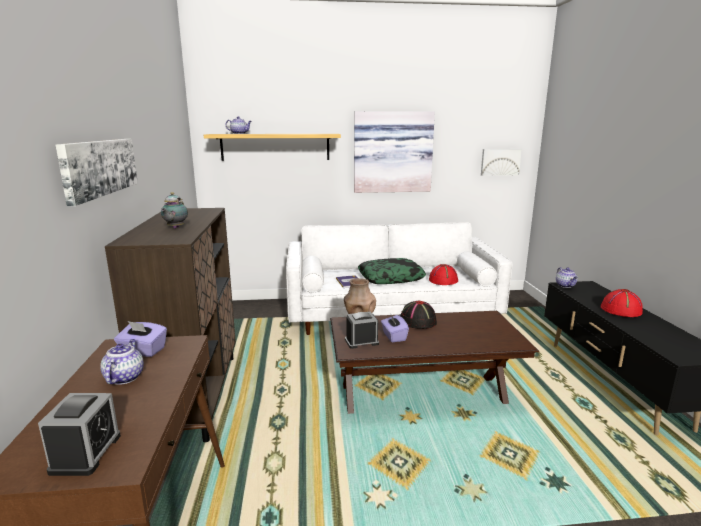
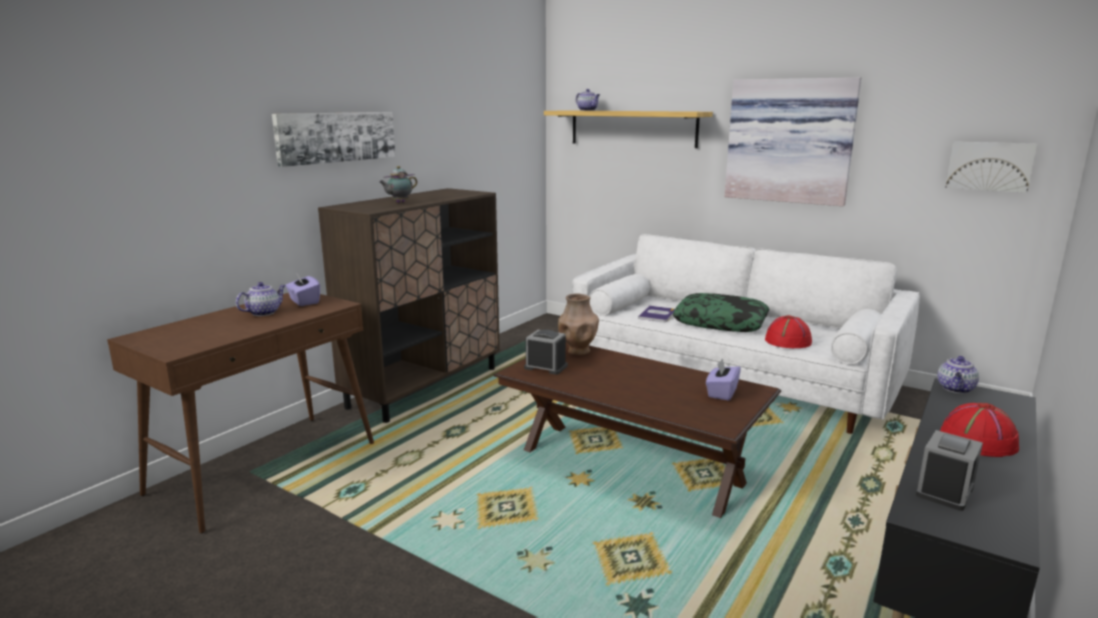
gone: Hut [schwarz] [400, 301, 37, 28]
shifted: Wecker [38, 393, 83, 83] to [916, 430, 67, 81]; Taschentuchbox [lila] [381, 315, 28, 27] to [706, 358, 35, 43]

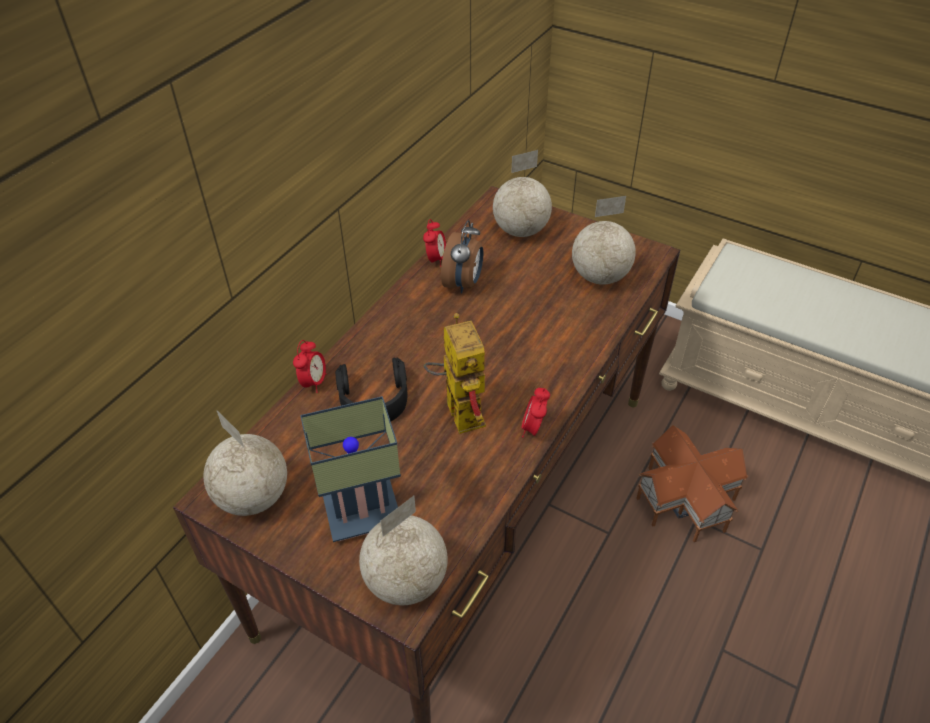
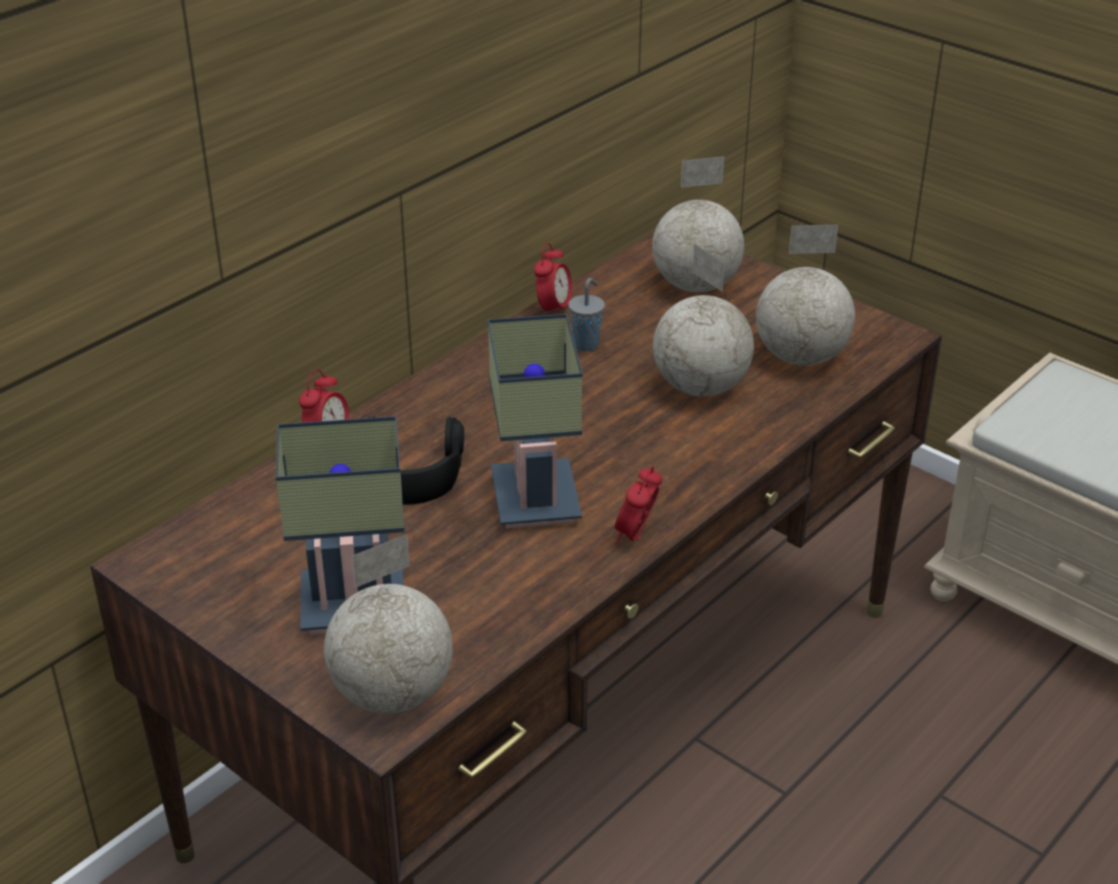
gone: Spielzeughaus [636, 425, 113, 117]
shifted: Globus [204, 411, 83, 105] to [653, 244, 101, 153]
swapped: Spielzeugroboter [424, 313, 62, 121] to Tischlampe [488, 314, 95, 215]; Wecker [441, 220, 42, 73] to Tasse [grau] [568, 278, 37, 73]

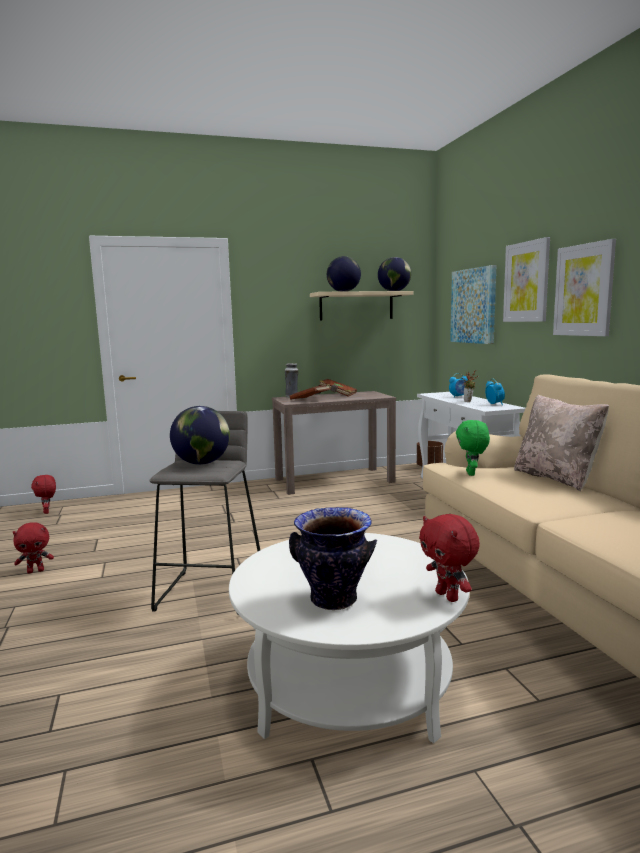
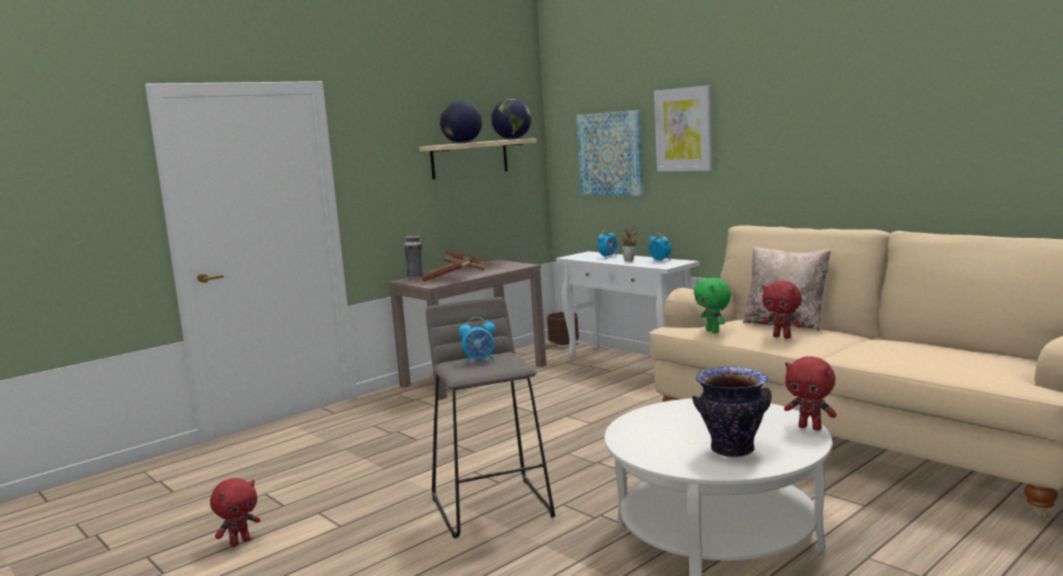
gone: Bild [553, 239, 63, 97]
shifted: Plüschtier [rot] [31, 475, 25, 39] to [762, 281, 40, 57]
swapped: Globus [170, 406, 60, 59] to Wecker [459, 317, 37, 47]

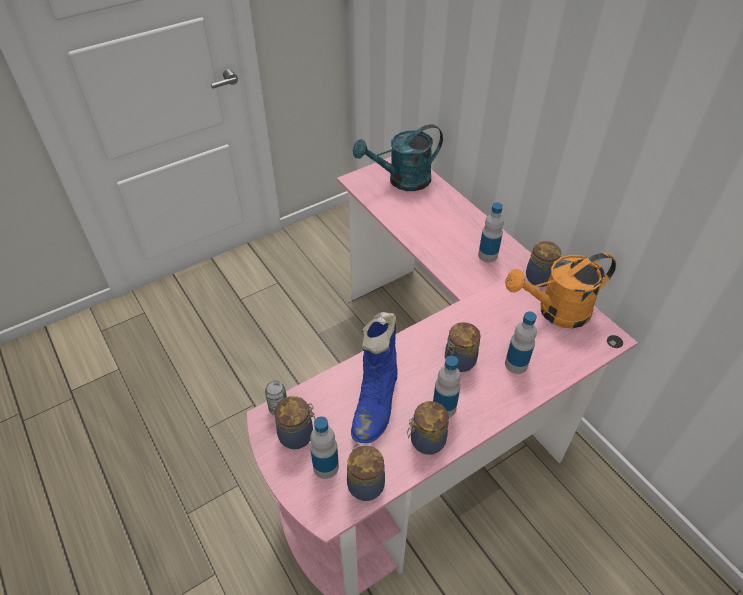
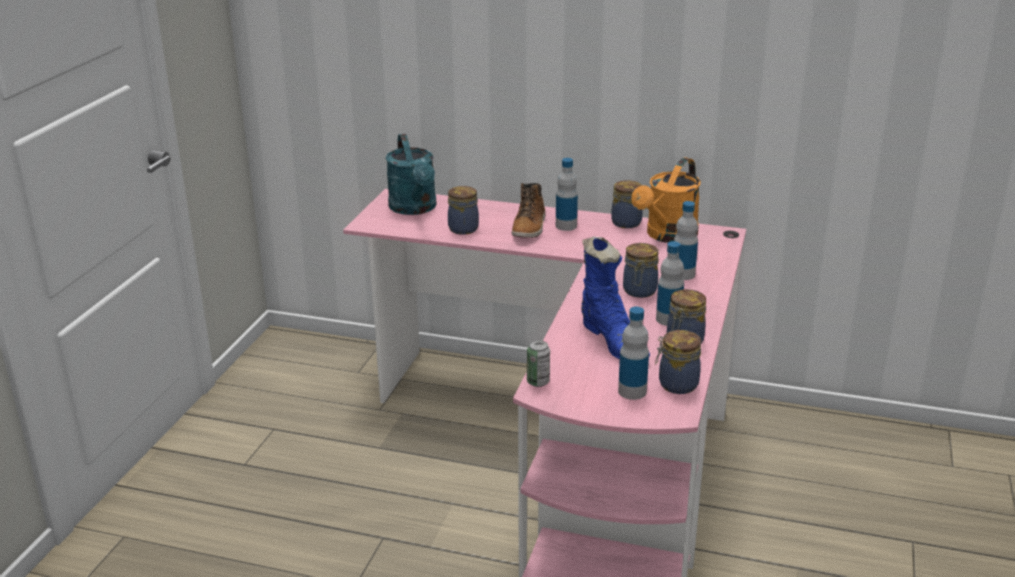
new: Stiefel [512, 183, 34, 55]
shifted: Vorratsglas [274, 396, 41, 53] to [448, 186, 31, 49]
rotated: Gießkanne [türkis] [353, 124, 90, 67] = [386, 134, 50, 81] 45 degrees counterclockwise

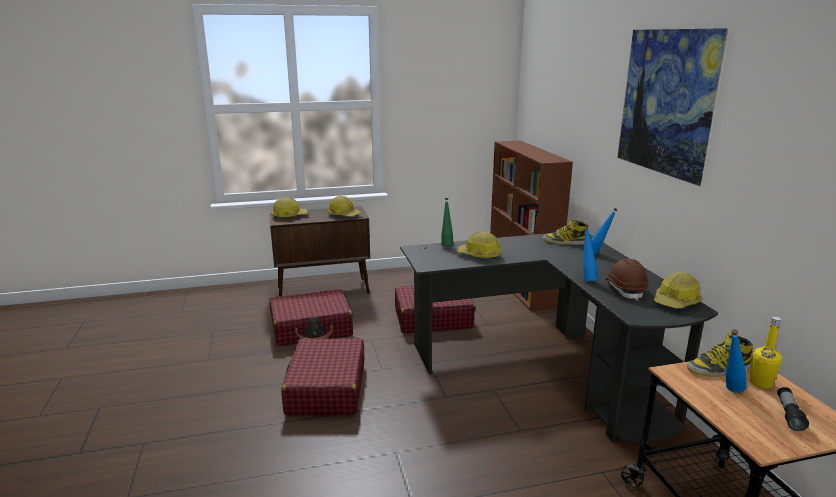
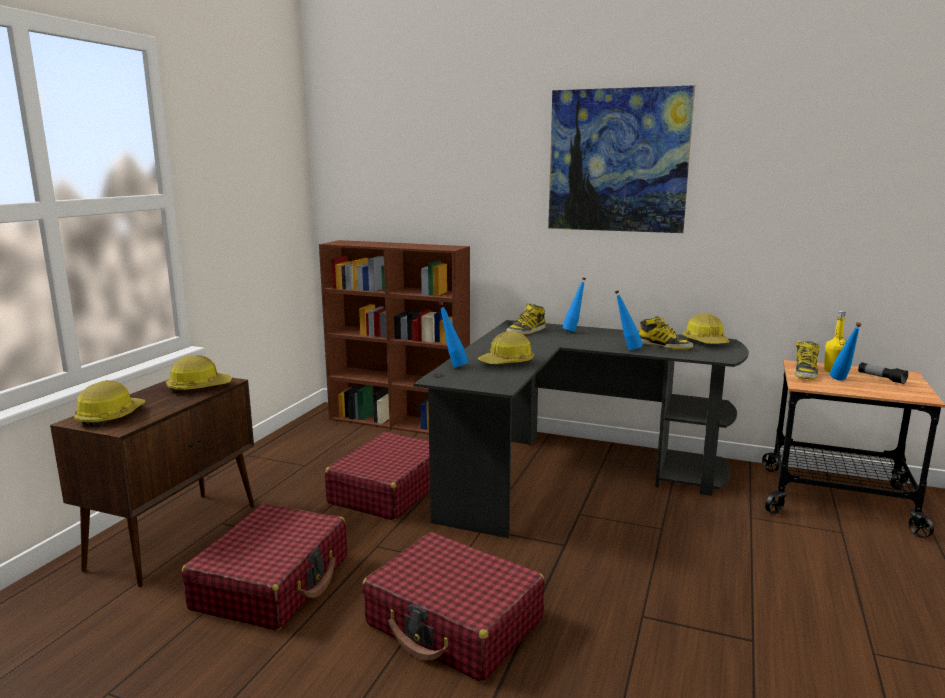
swapped: Schutzhelm [braun] [606, 259, 43, 42] to Stiefel [639, 316, 54, 34]
repainted: Flasche [grün] [441, 198, 12, 48] to Flasche [blau] [438, 302, 31, 65]

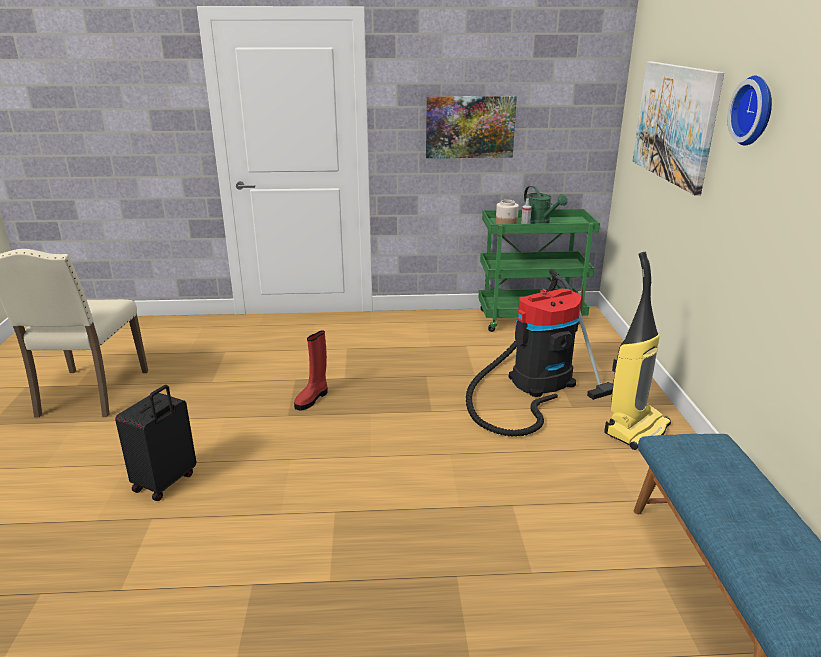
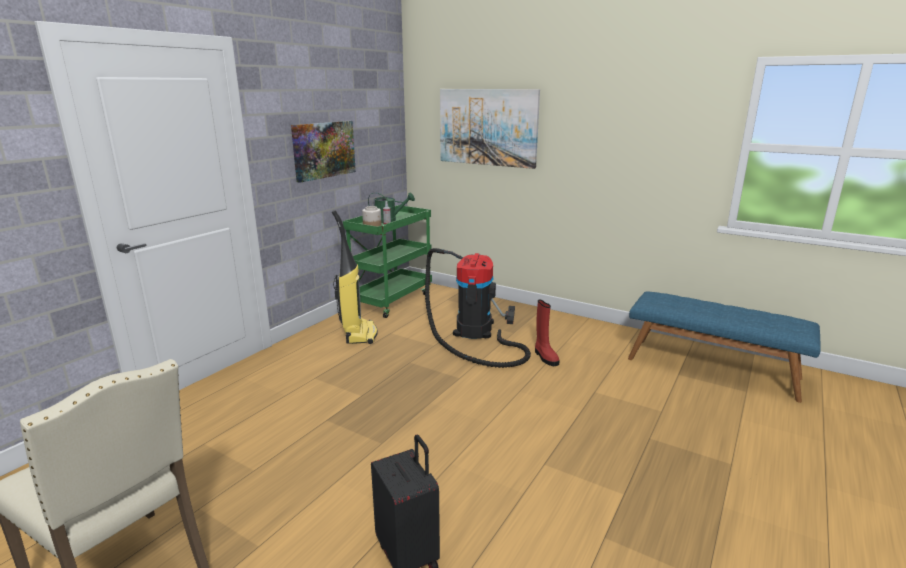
gone: Wanduhr [728, 76, 44, 70]
shifted: Stiefel [rot] [294, 330, 34, 81] to [535, 300, 25, 66]; Staubsauger [604, 252, 67, 198] to [332, 210, 46, 134]

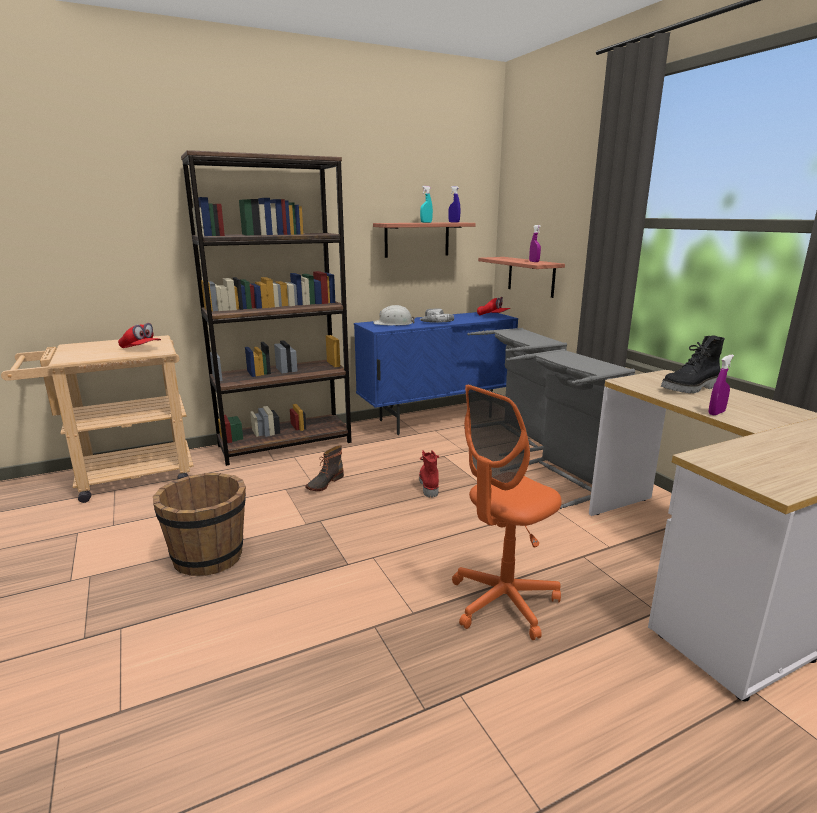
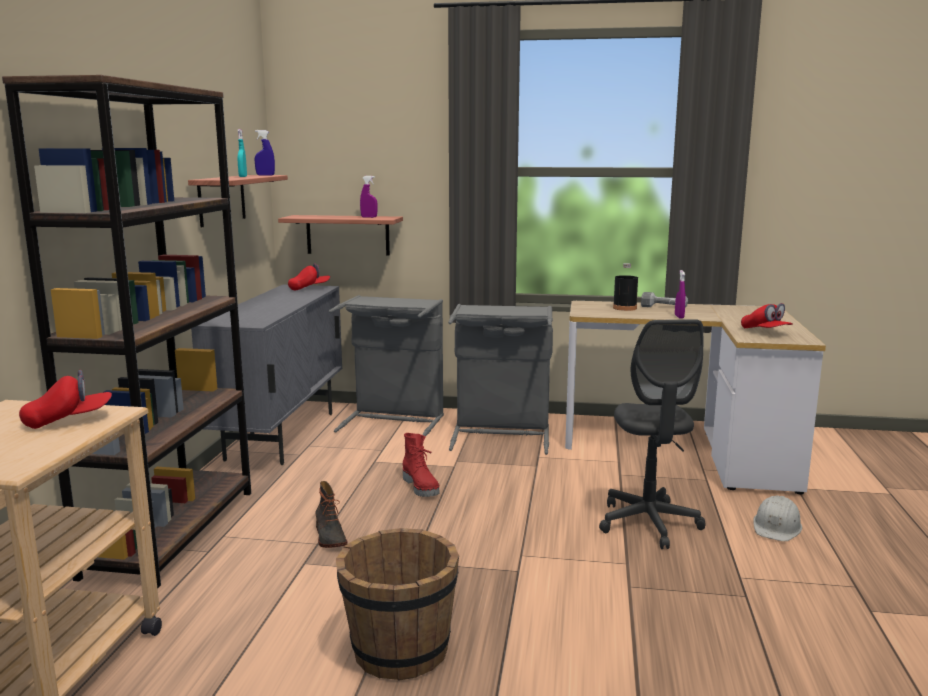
new: Kappe [rot] [741, 303, 52, 25]
shifted: Schutzhelm [weiß] [373, 305, 42, 21] to [753, 495, 49, 46]; Bohrmaschine [420, 308, 34, 15] to [641, 292, 47, 15]
swapped: Stiefel [schwarz] [661, 335, 64, 58] to Flasche [schwarz] [613, 263, 25, 48]
repainted: Schrank [blau] [354, 312, 164, 123] to Schrank [grau] [191, 285, 151, 180]; Bürostuhl [orange] [452, 384, 110, 256] to Bürostuhl [grau] [599, 319, 107, 230]
rotated: Stiefel [rot] [419, 450, 21, 47] = [403, 433, 36, 64] 150 degrees counterclockwise

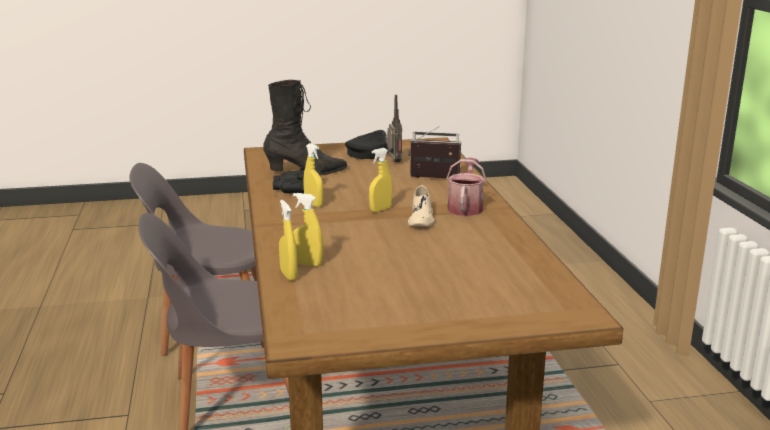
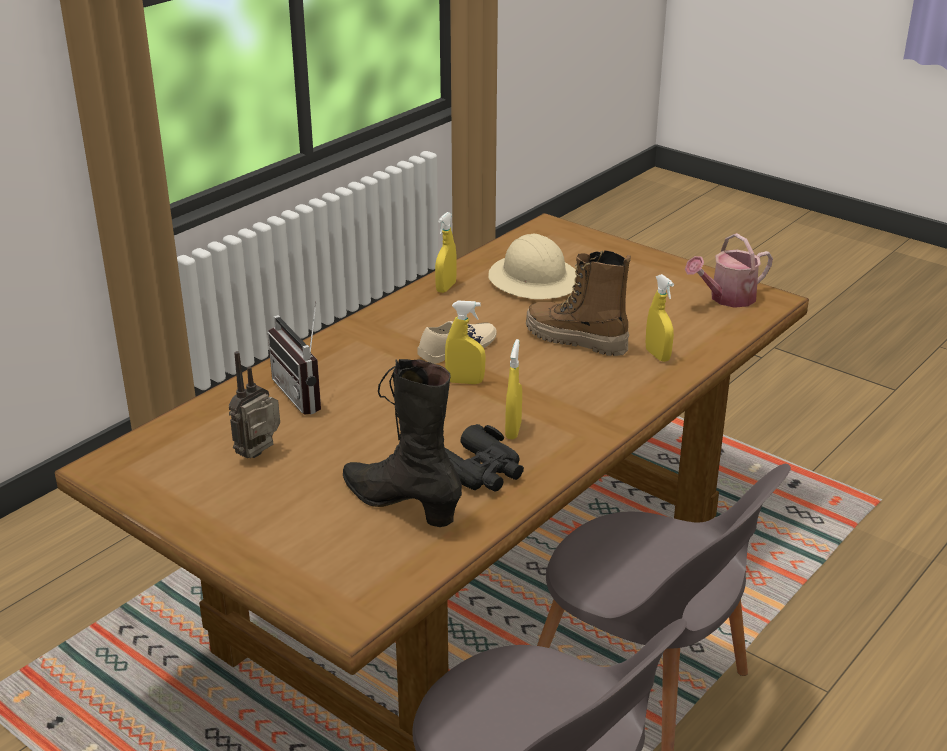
gone: Kappe [schwarz] [345, 130, 45, 29]
new: Schutzhelm [beige] [488, 234, 89, 65]; Stiefel [526, 250, 105, 106]
shifted: Sprühflasche [gelb] [279, 200, 19, 81] to [435, 212, 22, 81]; Gießkanne [446, 158, 41, 58] to [685, 233, 88, 75]

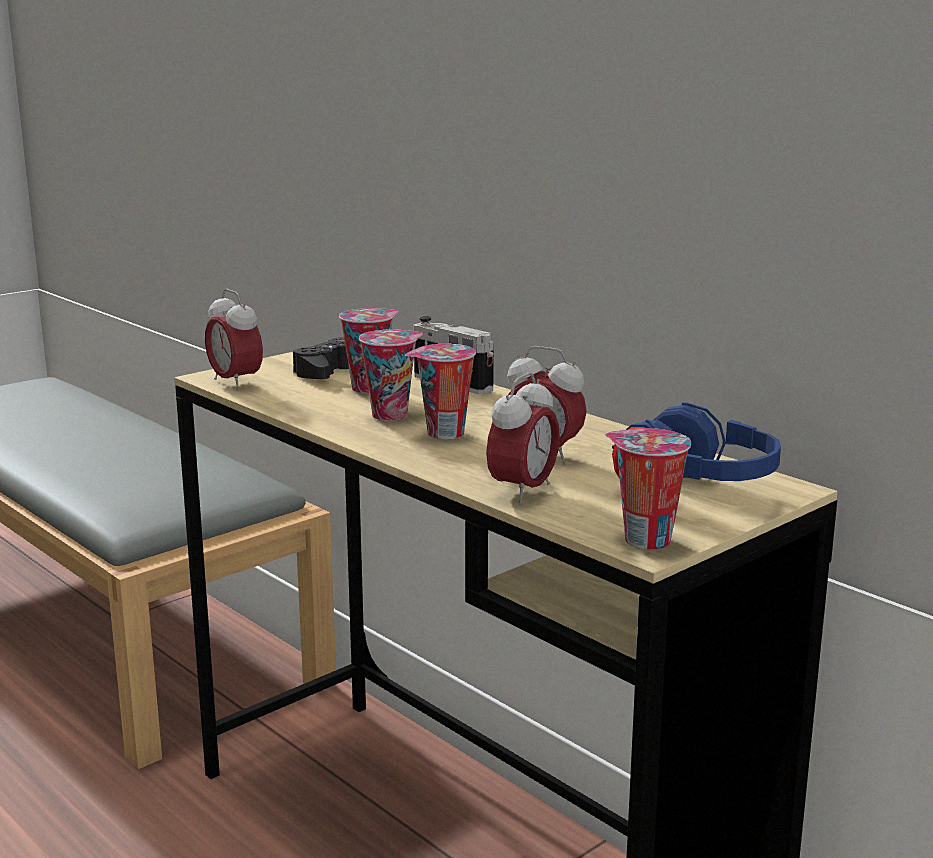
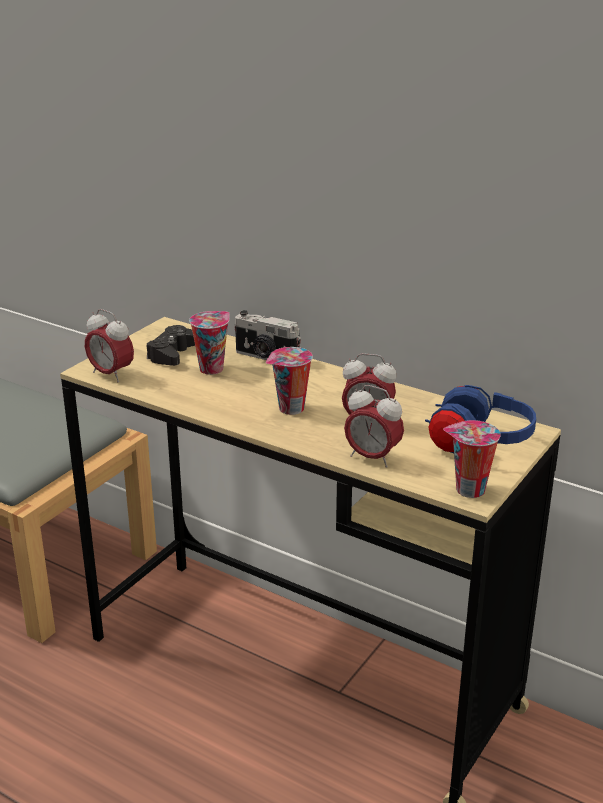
gone: Tasse [359, 329, 65, 92]
rotated: Wecker [486, 372, 74, 132] = [344, 385, 60, 83] 105 degrees clockwise

